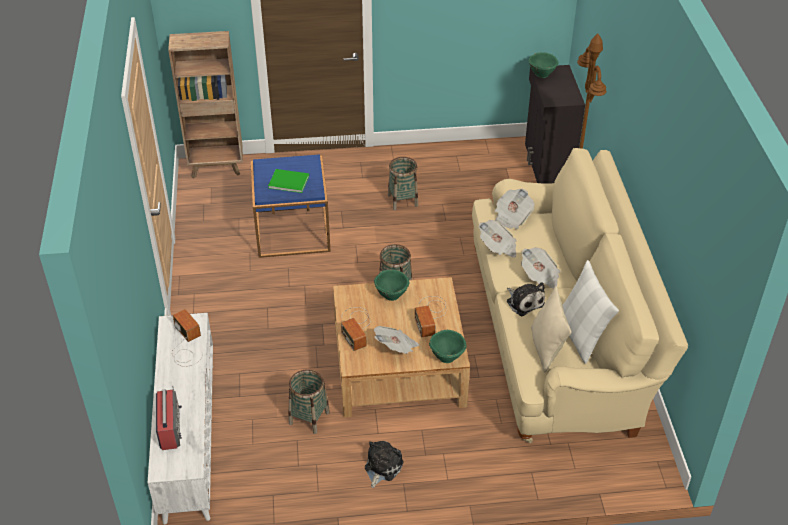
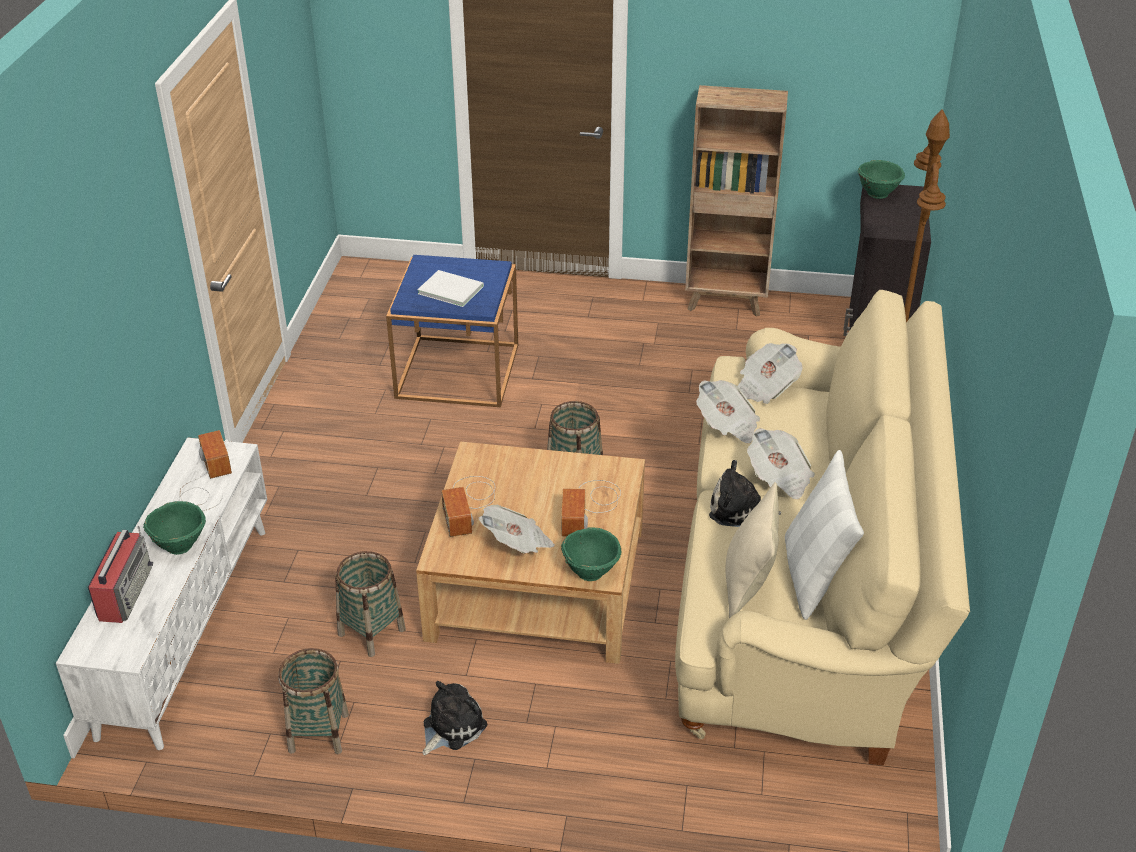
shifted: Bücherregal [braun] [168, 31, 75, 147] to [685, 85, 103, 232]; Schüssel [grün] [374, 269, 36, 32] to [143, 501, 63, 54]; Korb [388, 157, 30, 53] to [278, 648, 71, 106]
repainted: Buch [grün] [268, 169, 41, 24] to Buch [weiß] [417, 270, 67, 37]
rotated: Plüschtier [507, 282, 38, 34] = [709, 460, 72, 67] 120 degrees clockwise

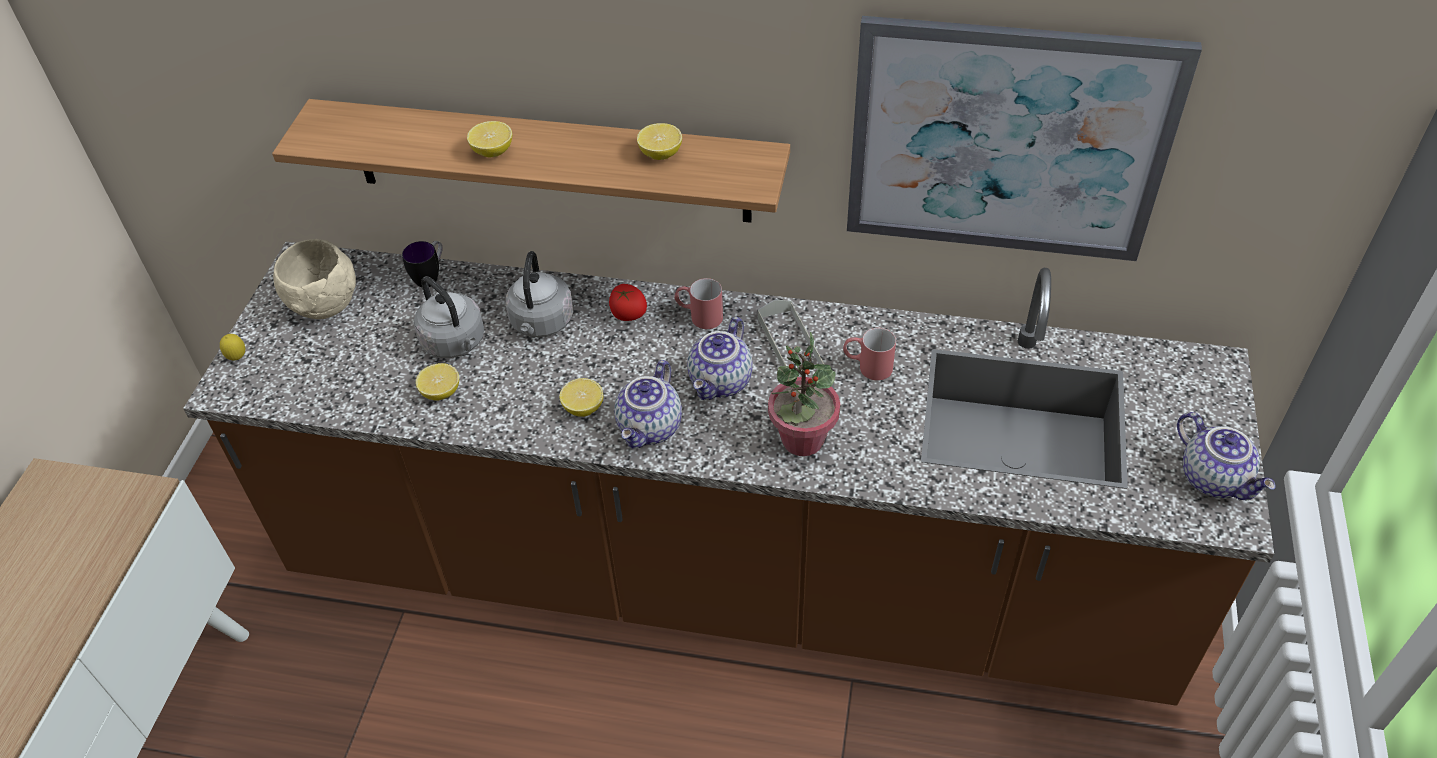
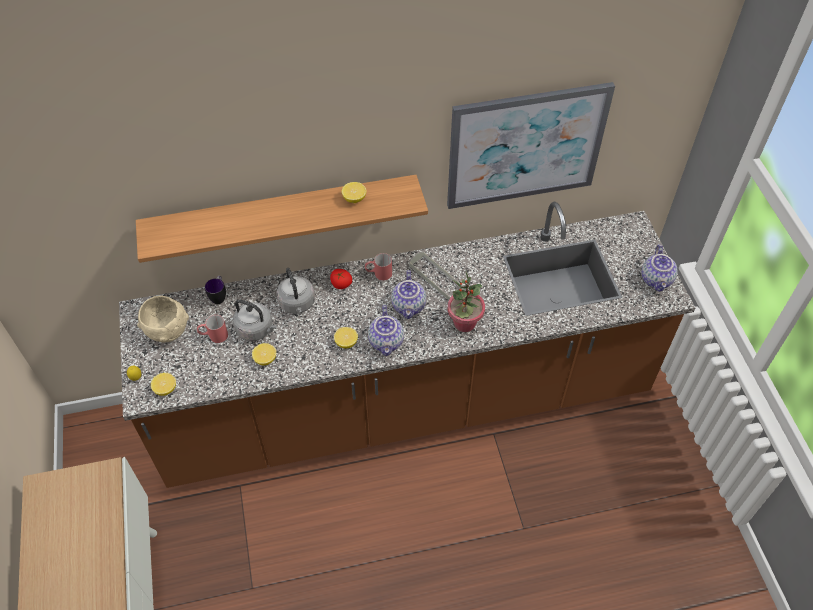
shifted: Zitrone [467, 121, 45, 36] to [151, 373, 25, 23]; Henkelbecher [rot] [843, 328, 53, 53] to [197, 315, 31, 28]
rotated: Teekanne [1177, 412, 99, 88] = [641, 245, 37, 47] 60 degrees clockwise

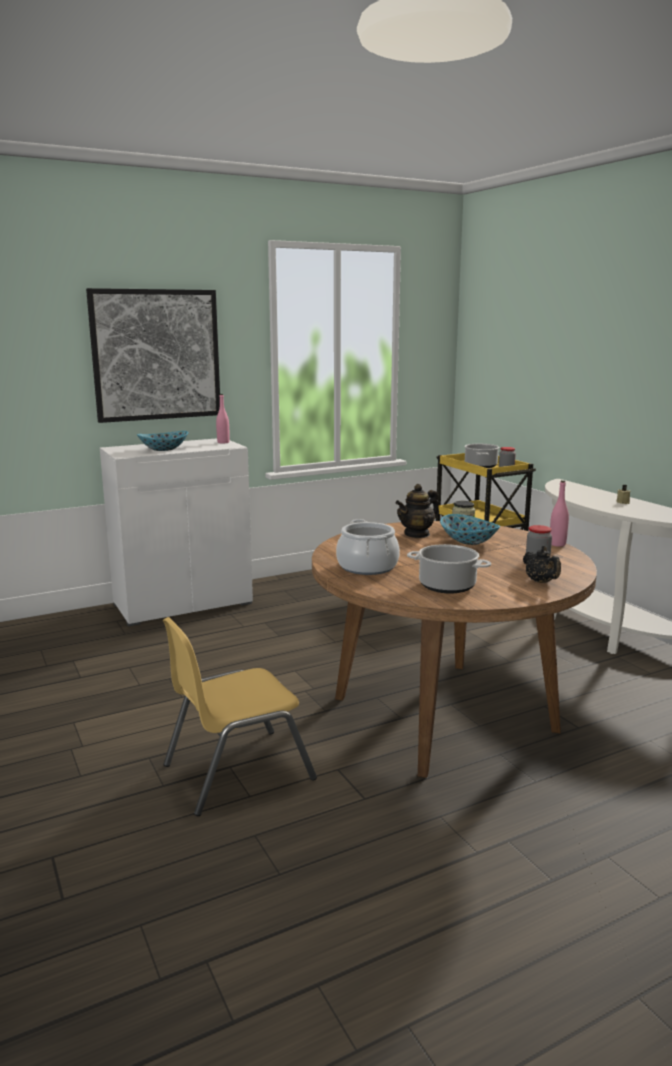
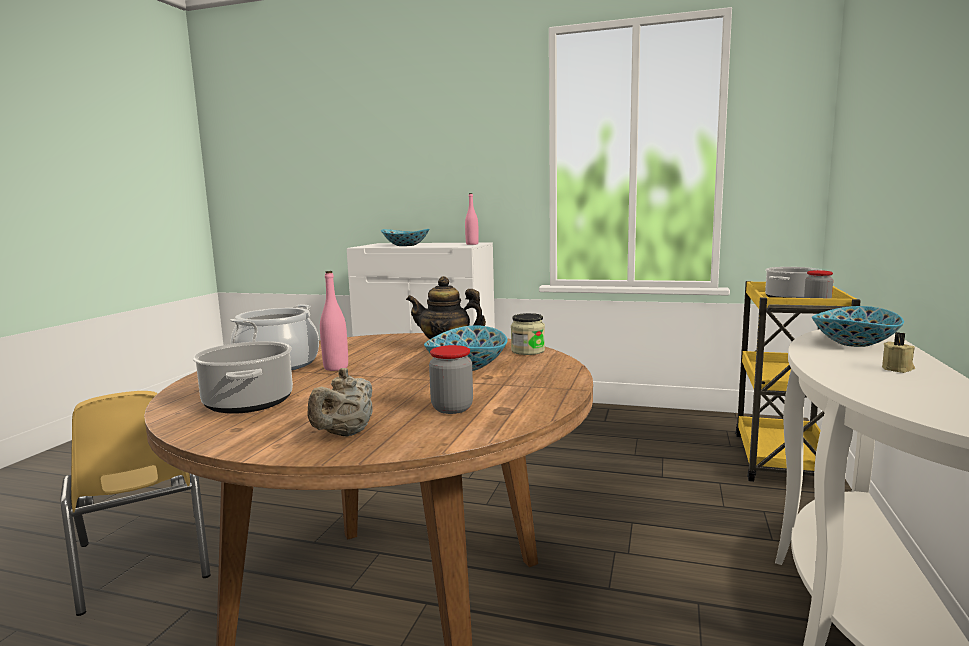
gone: Bild [86, 288, 134, 135]
new: Schüssel [812, 306, 92, 41]
shifted: Flasche [rosa] [550, 480, 19, 67] to [320, 271, 28, 100]
repainted: Teekanne [schwarz] [523, 546, 38, 37] to Teekanne [beige] [308, 368, 65, 69]
rotated: Stuhl [gelb] [163, 617, 154, 199] = [61, 391, 150, 225] 135 degrees counterclockwise

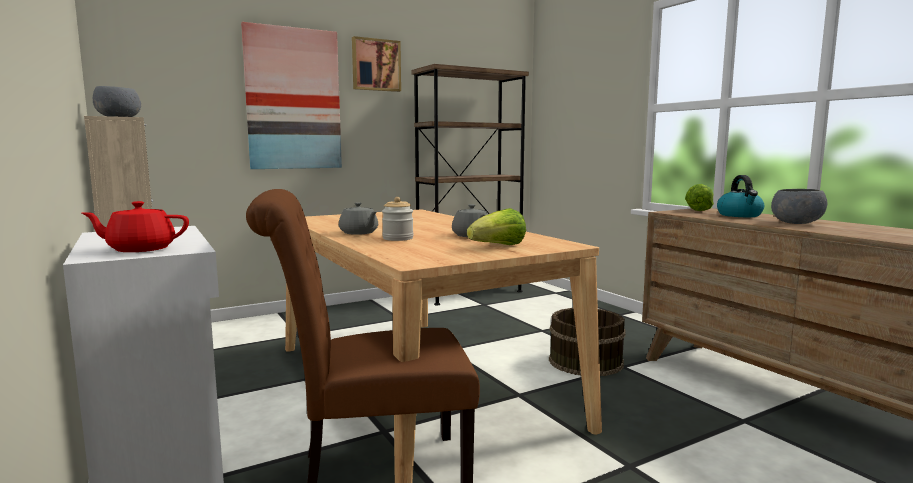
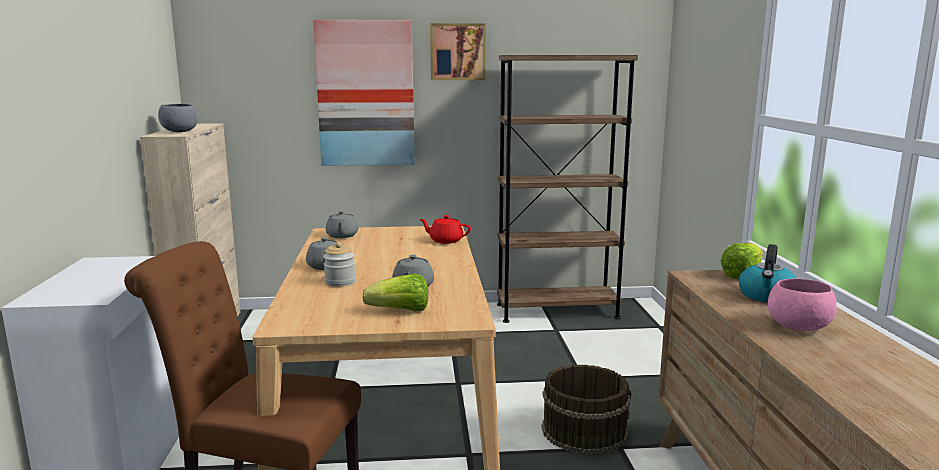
new: Teekanne [grau] [325, 211, 34, 27]
shifted: Teekanne [rot] [82, 201, 107, 51] to [419, 215, 52, 29]
repainted: Schüssel [grau] [771, 189, 57, 35] to Schüssel [rosa] [768, 279, 69, 52]

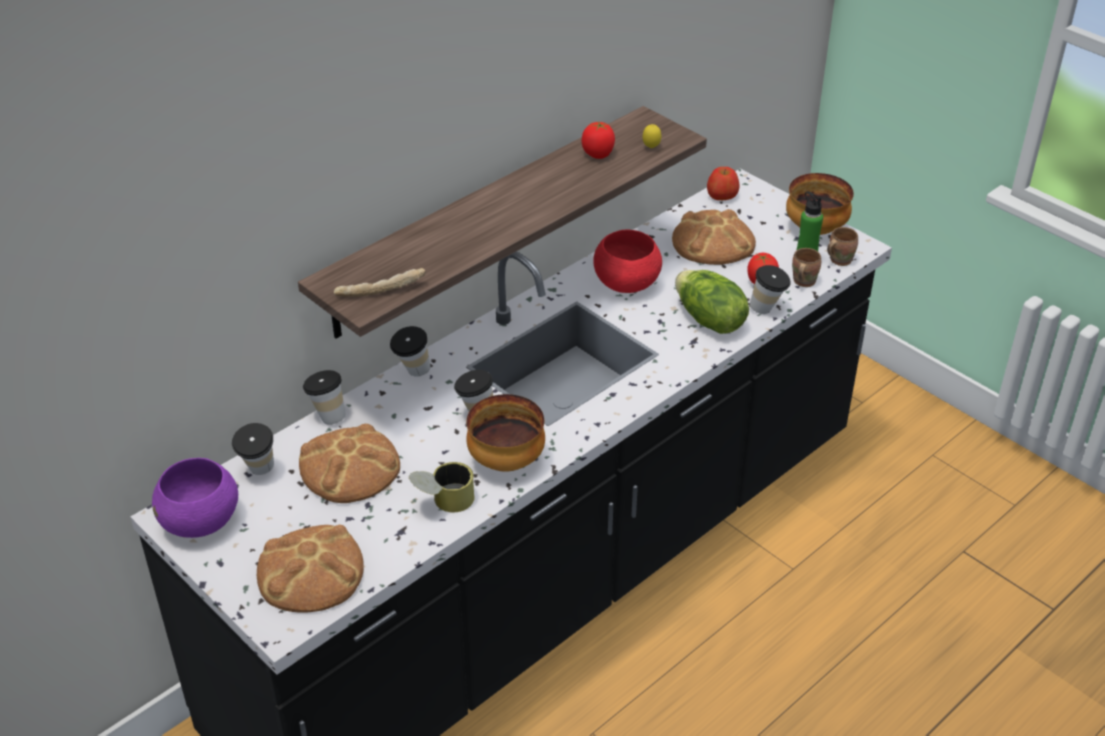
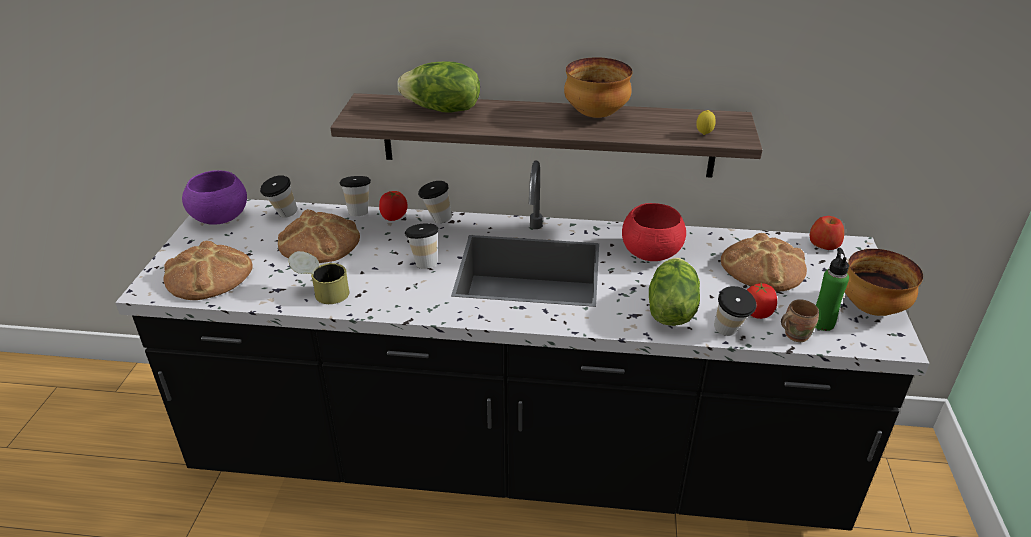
gone: Brot [334, 268, 92, 29]; Henkelbecher [braun] [827, 227, 31, 39]
new: Salatkopf [397, 62, 83, 50]
shifted: Schüssel [466, 394, 79, 78] to [564, 57, 68, 61]; Tomate [581, 122, 34, 37] to [379, 191, 29, 30]

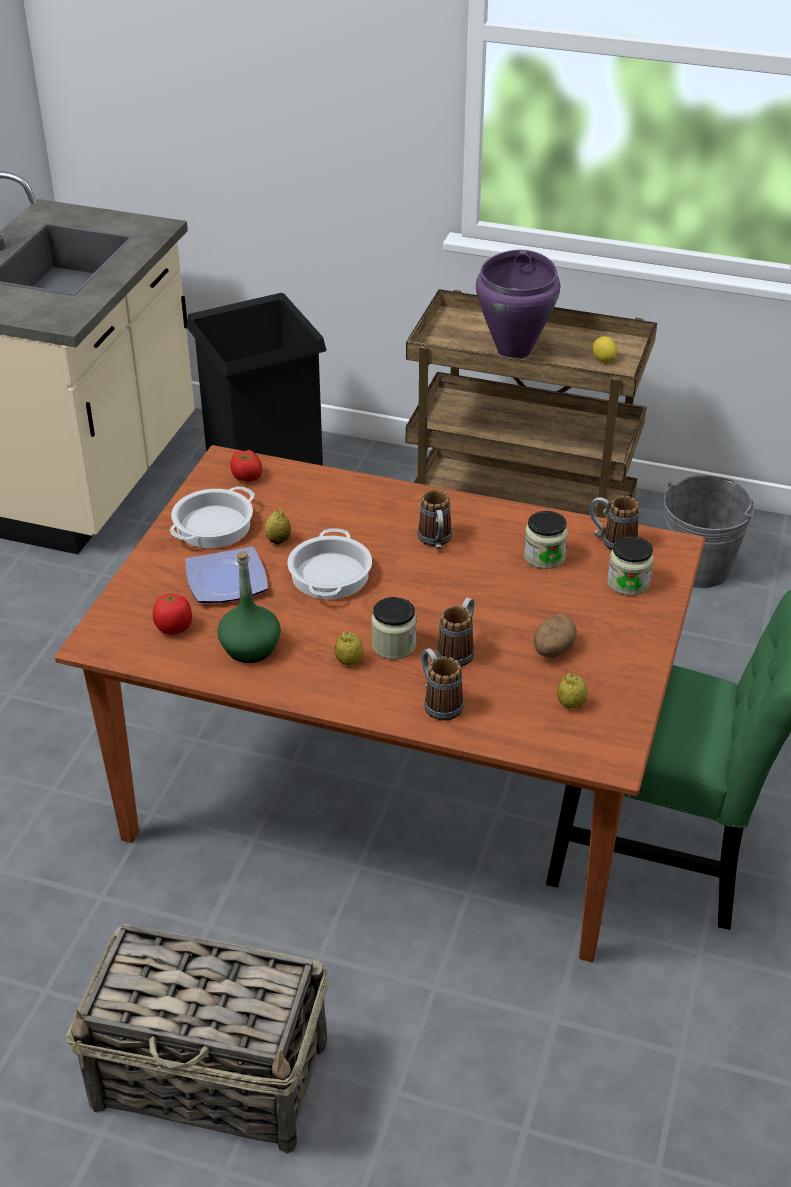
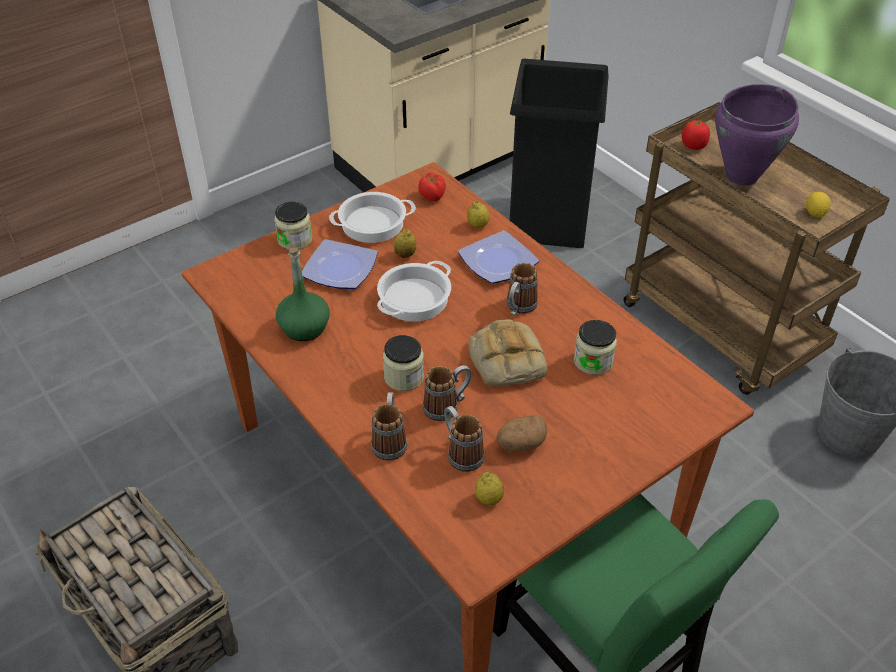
new: Teller [458, 230, 81, 54]; Brot [468, 319, 79, 67]
shifted: Tomate [153, 591, 39, 43] to [682, 120, 28, 30]; Zitrone [334, 631, 30, 34] to [467, 201, 23, 27]; Henkelbecher [590, 496, 49, 54] to [444, 406, 41, 66]; Vorratsglas [607, 536, 47, 60] to [274, 202, 38, 48]

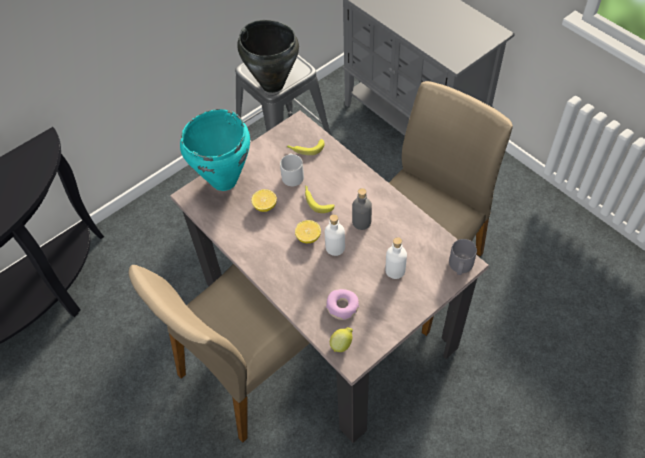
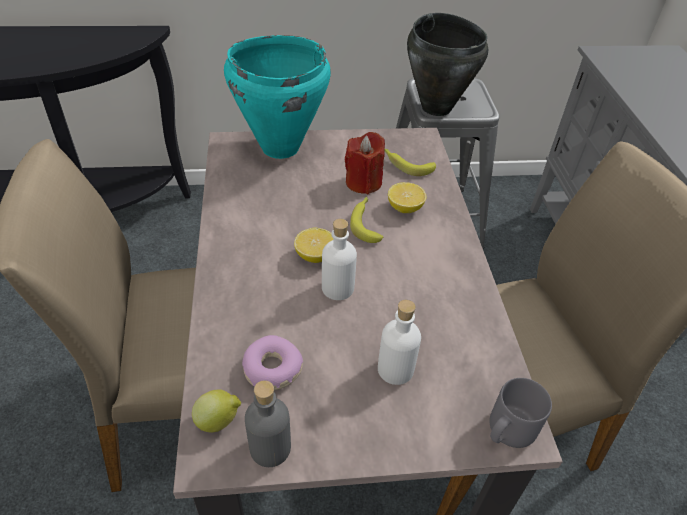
shifted: Zitrone [251, 189, 26, 23] to [388, 182, 38, 31]; Flasche [grau] [352, 188, 20, 42] to [245, 380, 46, 87]
swapped: Henkelbecher [grau] [280, 153, 24, 33] to Kerze [rot] [345, 132, 40, 63]

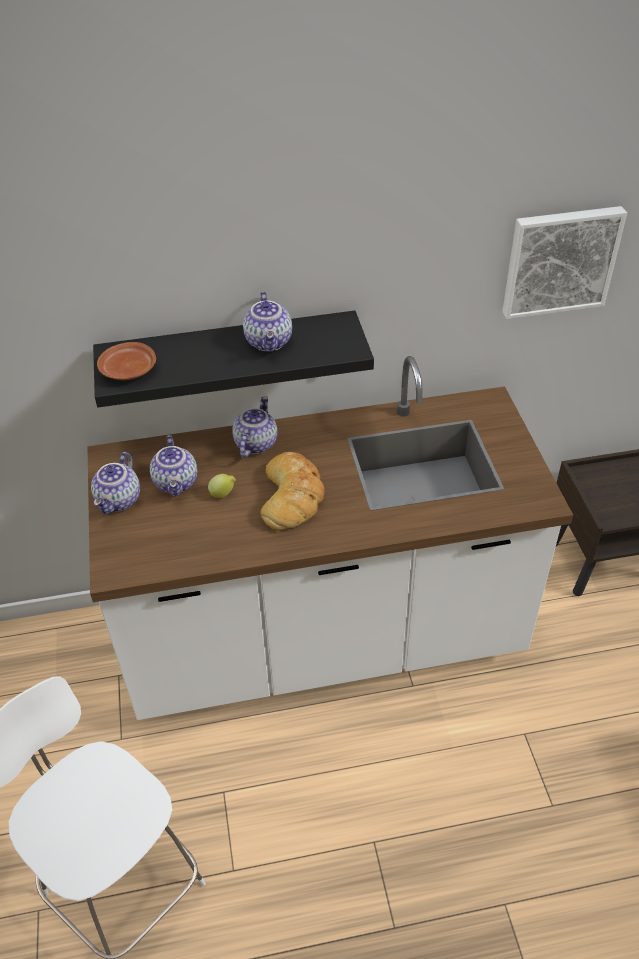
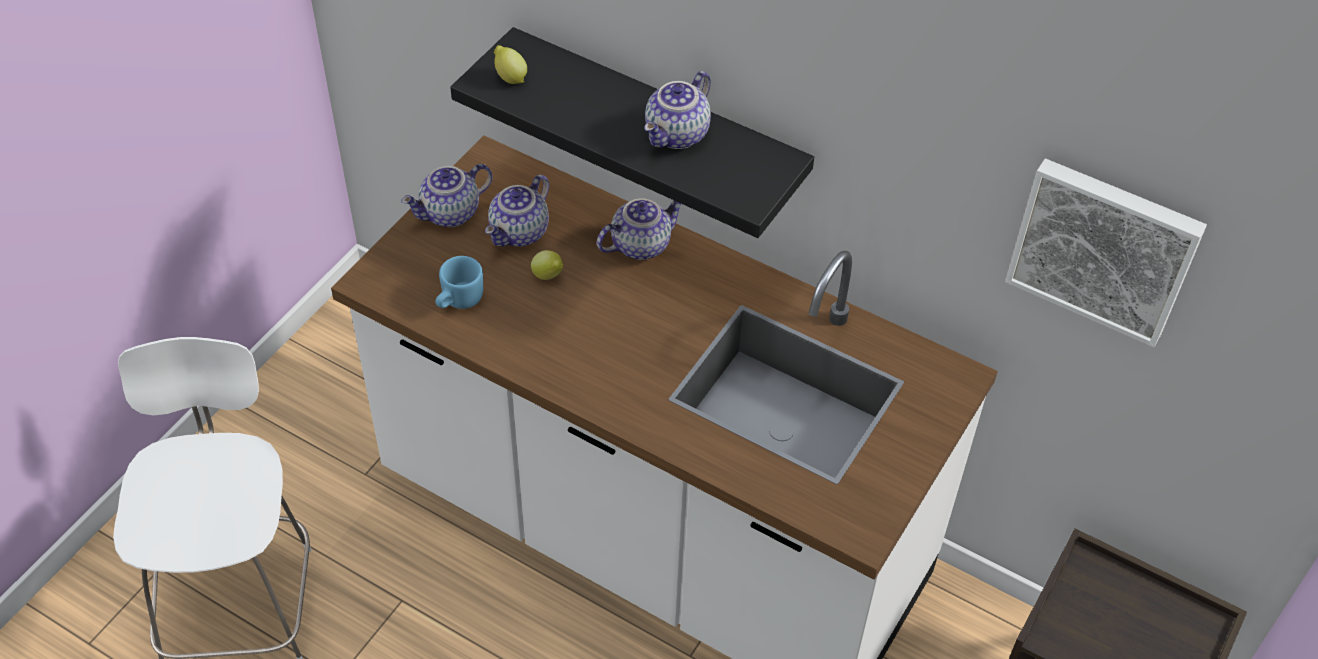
gone: Brot [260, 452, 64, 79]
new: Henkelbecher [blau] [435, 256, 48, 53]
swapped: Teller [braun] [97, 342, 59, 38] to Zitrone [494, 45, 33, 39]

